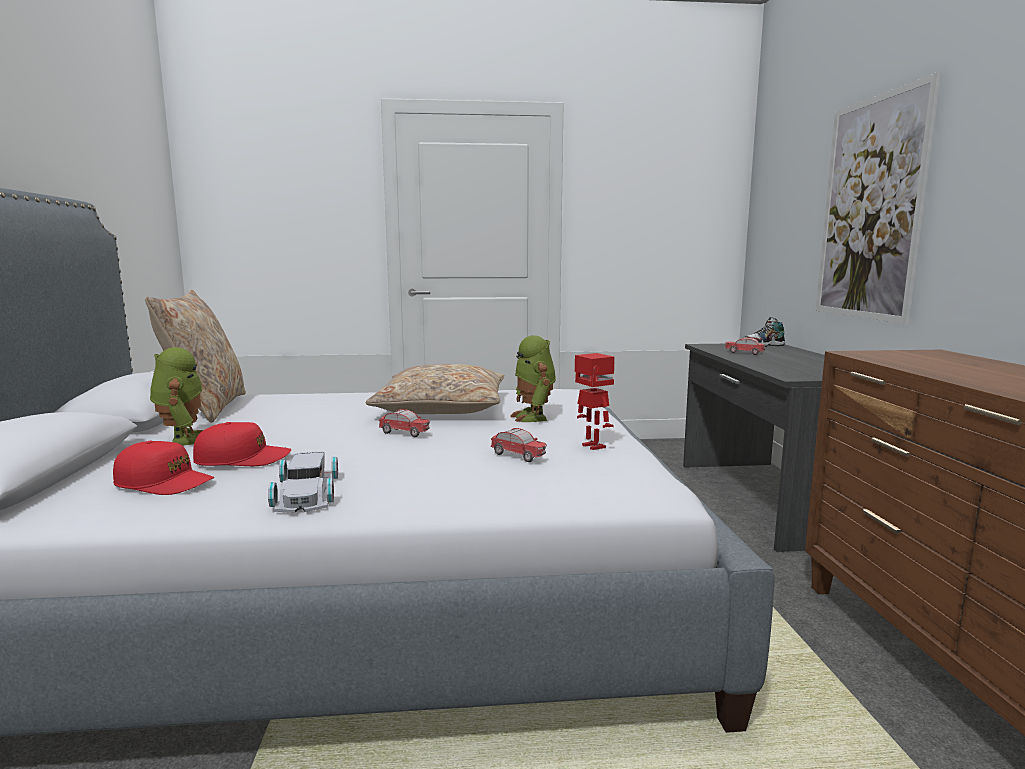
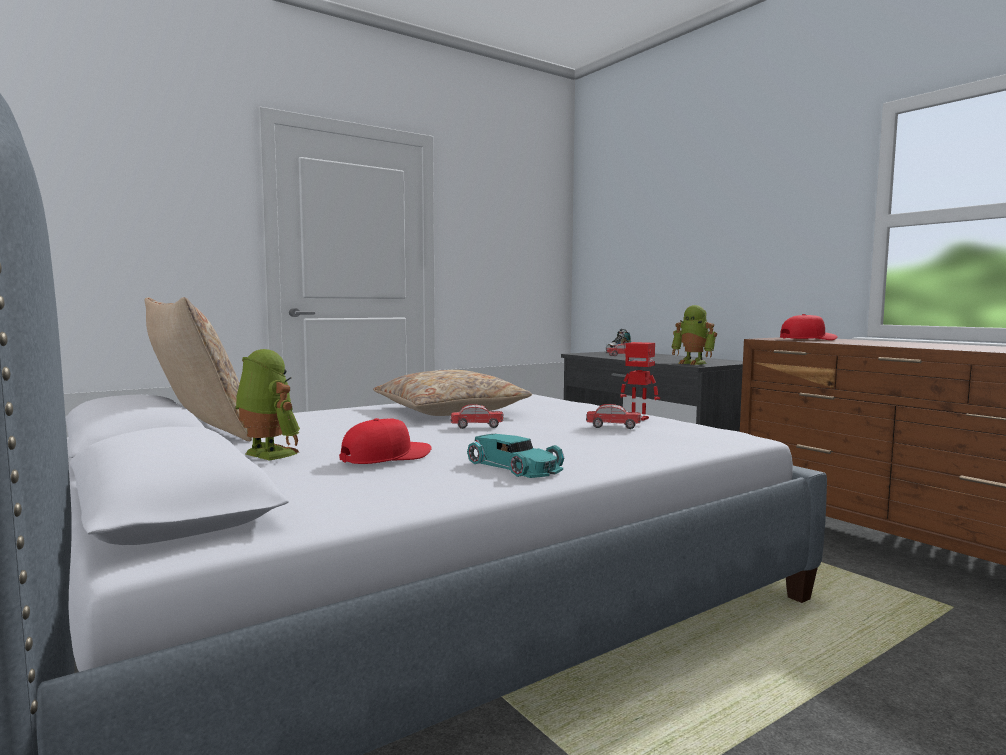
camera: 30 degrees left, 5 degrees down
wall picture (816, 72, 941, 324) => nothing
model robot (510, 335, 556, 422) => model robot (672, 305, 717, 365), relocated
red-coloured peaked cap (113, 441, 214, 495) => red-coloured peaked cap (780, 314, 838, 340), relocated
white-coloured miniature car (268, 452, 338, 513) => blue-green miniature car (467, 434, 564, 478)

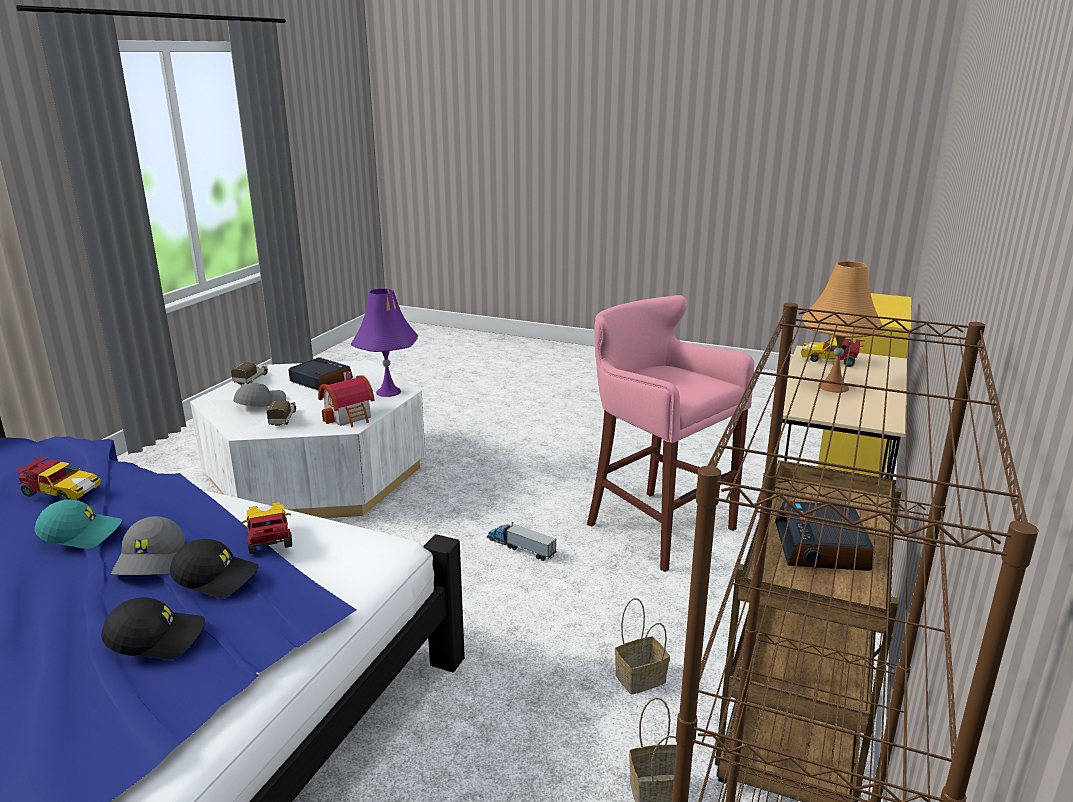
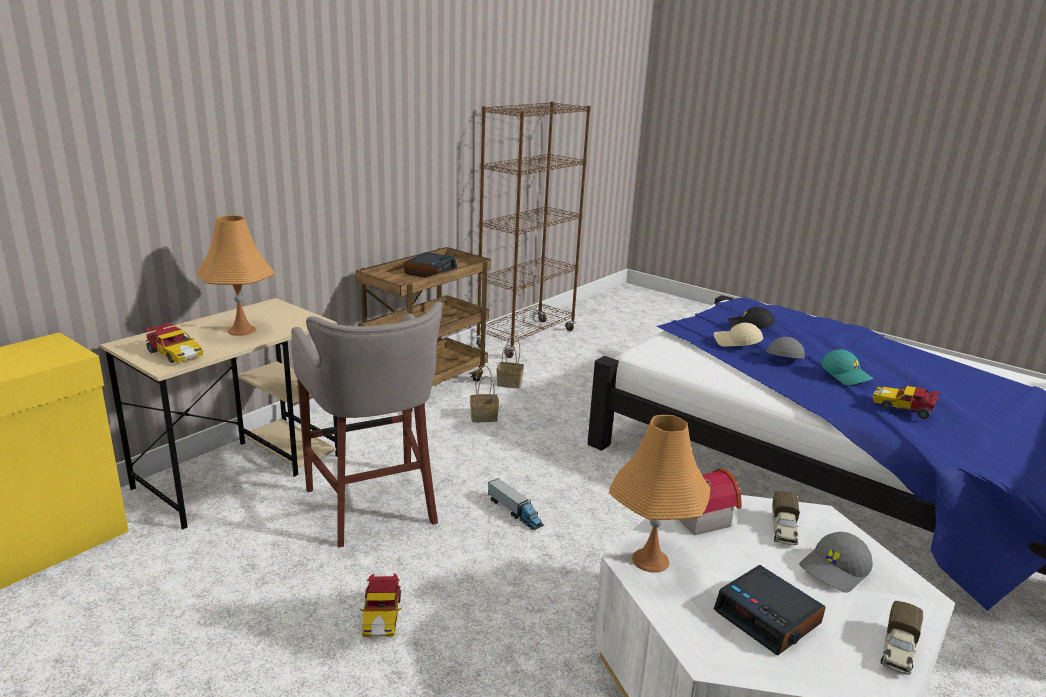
camera: 165 degrees left, 0 degrees up
purple table lamp (350, 288, 418, 397) => orange-coloured table lamp (609, 415, 710, 573)
pink-coloured stool (587, 295, 754, 572) => gray stool (291, 302, 443, 548)
blue-green peaked cap (35, 499, 122, 549) => blue-green peaked cap (821, 350, 873, 385), 135 degrees counterclockwise
miniature car (242, 502, 292, 554) => miniature car (360, 573, 401, 637), relocated
black peaked cap (169, 539, 259, 598) => beige peaked cap (714, 323, 763, 347)

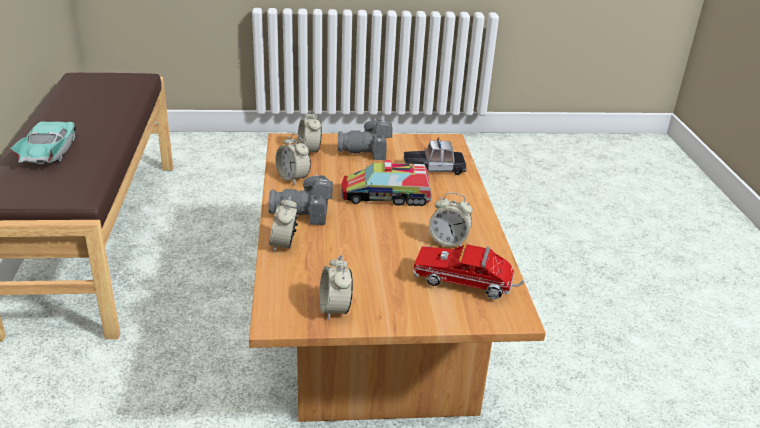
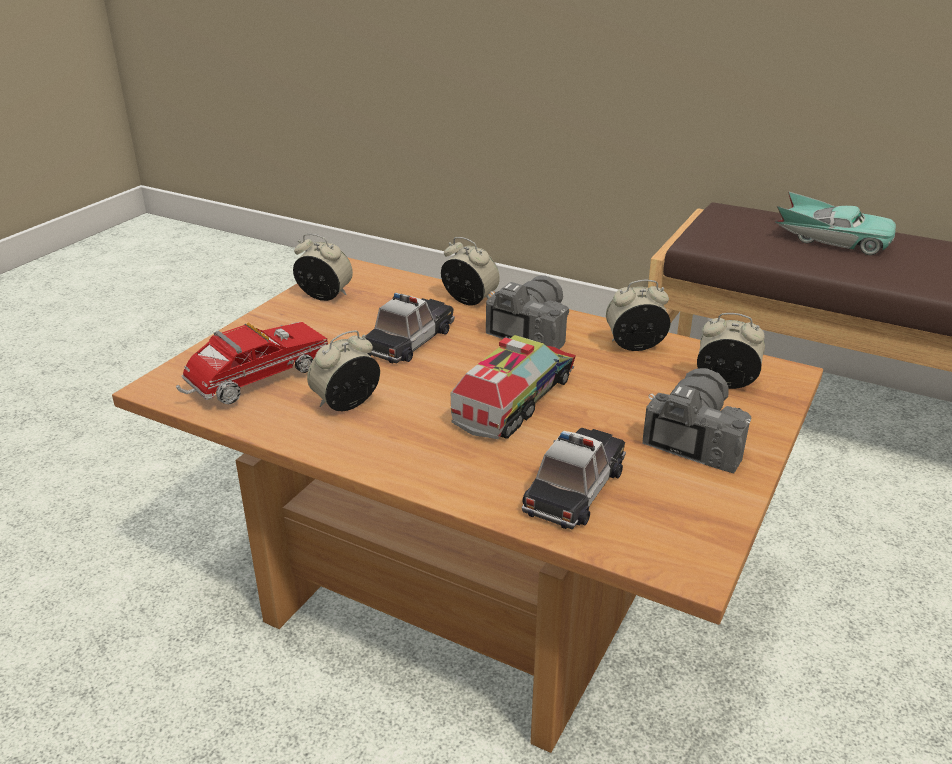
camera: 125 degrees right, 0 degrees up
nothing => miniature car (365, 292, 455, 364)

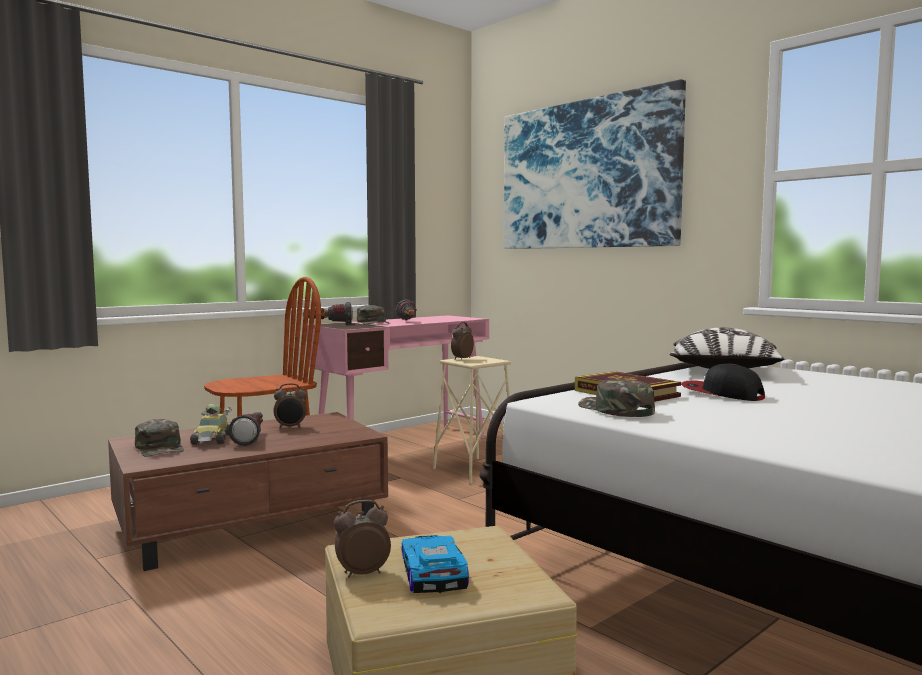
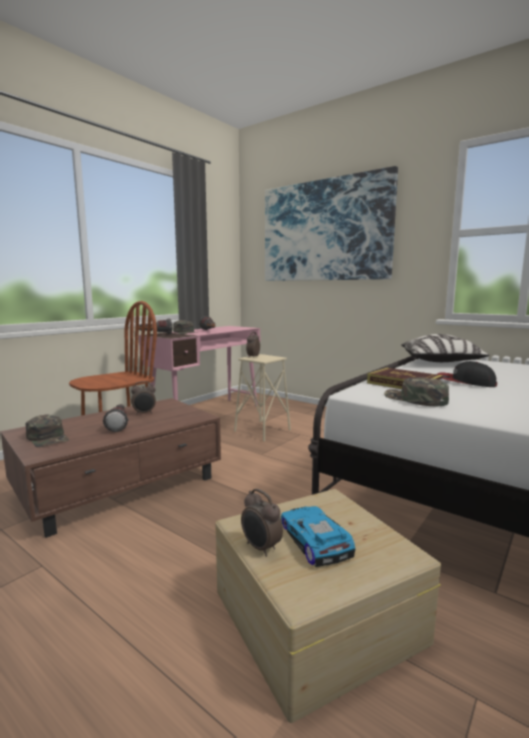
camera: 10 degrees left, 5 degrees up
miniature car (190, 404, 232, 445) => nothing
bedside clock (334, 500, 391, 578) => bedside clock (241, 489, 283, 557), 105 degrees counterclockwise

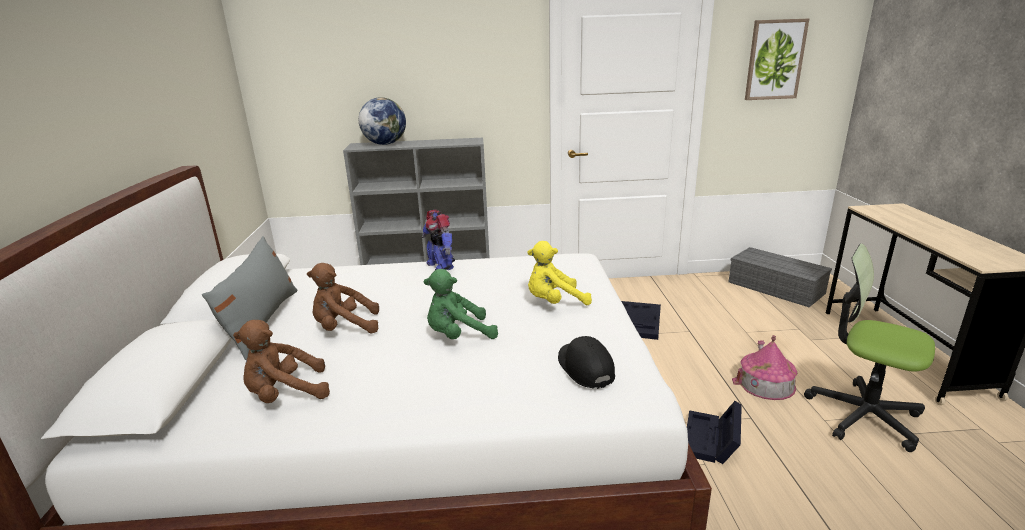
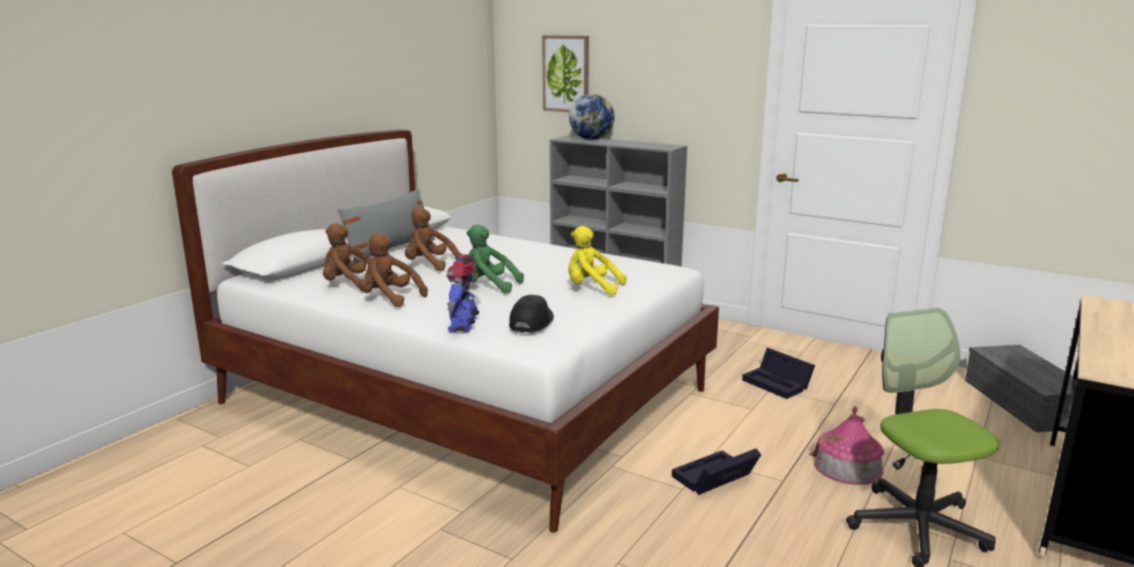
camera: 35 degrees right, 5 degrees down
wall picture (745, 19, 809, 100) => wall picture (542, 35, 589, 112), relocated
model robot (422, 210, 455, 270) => model robot (446, 254, 479, 333), relocated
nothing => brown-coloured plush toy (359, 233, 428, 307)

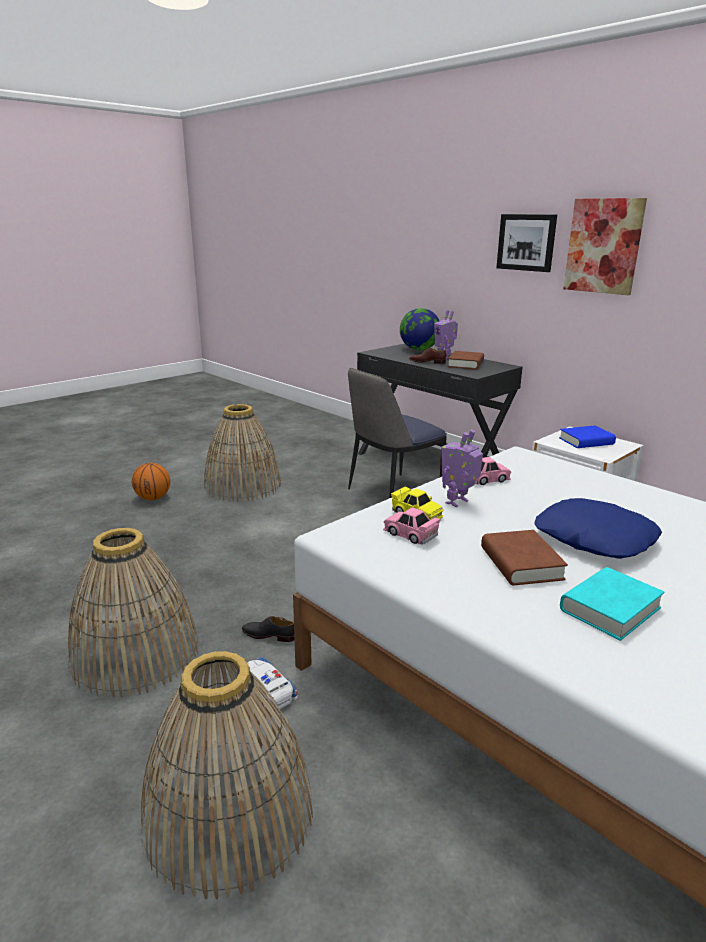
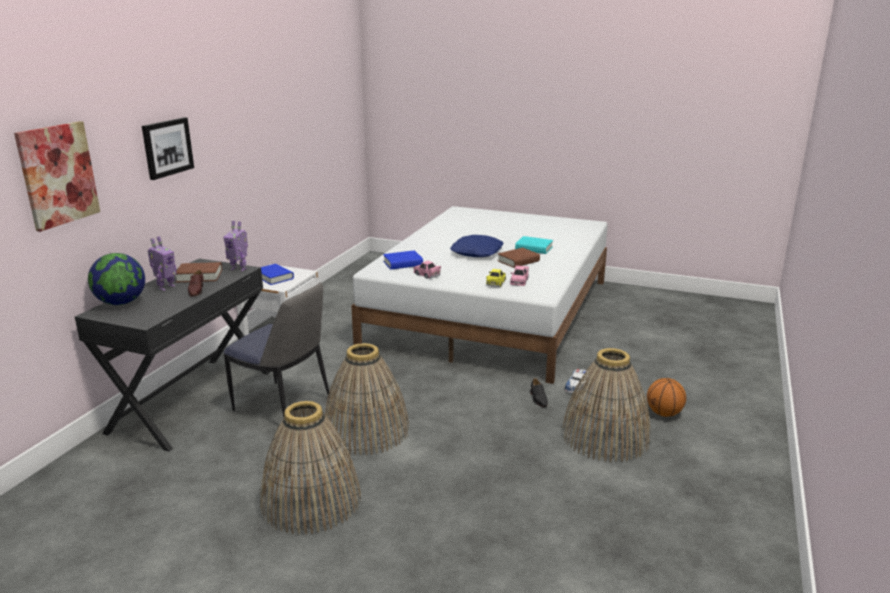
camera: 115 degrees left, 0 degrees up
wall picture (563, 198, 647, 295) => wall picture (14, 121, 100, 232), relocated
model robot (441, 430, 483, 507) => model robot (223, 221, 248, 271), relocated
ball for basketball (131, 463, 171, 500) => ball for basketball (647, 378, 686, 417), relocated
household basket (141, 651, 313, 899) => household basket (325, 343, 409, 455), relocated
nothing => blue-coloured book (383, 250, 423, 270)

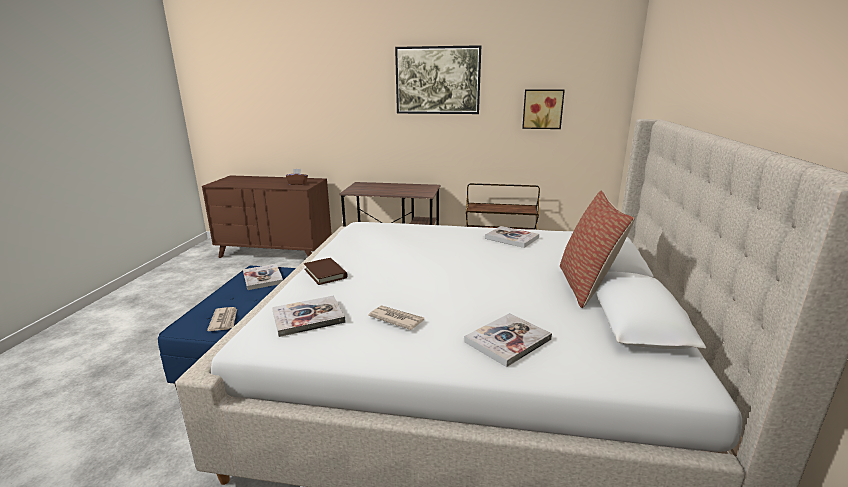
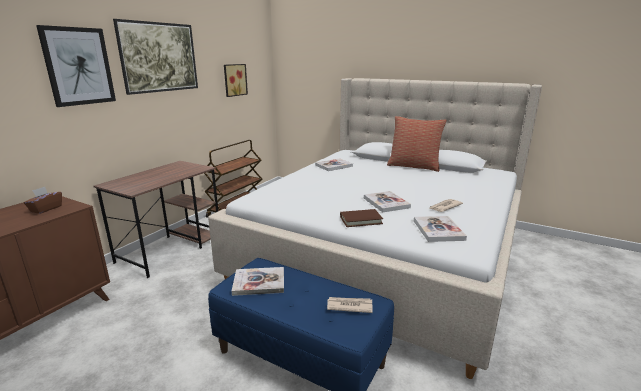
camera: 70 degrees left, 0 degrees up
book (464, 313, 552, 367) => book (364, 191, 411, 213), relocated
nothing => wall picture (36, 25, 116, 107)

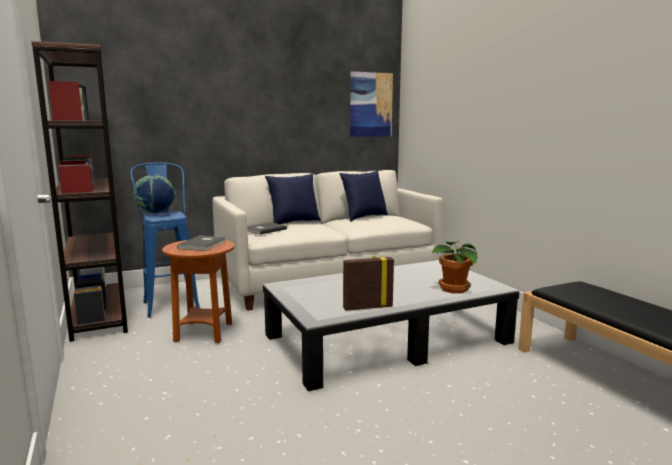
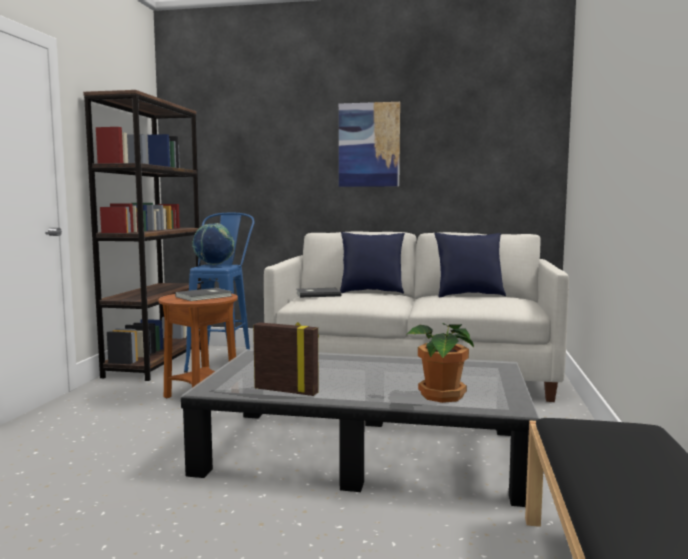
camera: 35 degrees right, 5 degrees down
wall picture (350, 71, 393, 137) => wall picture (339, 102, 400, 187), relocated

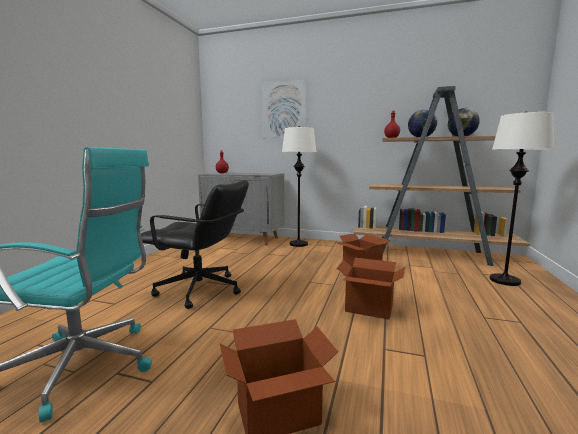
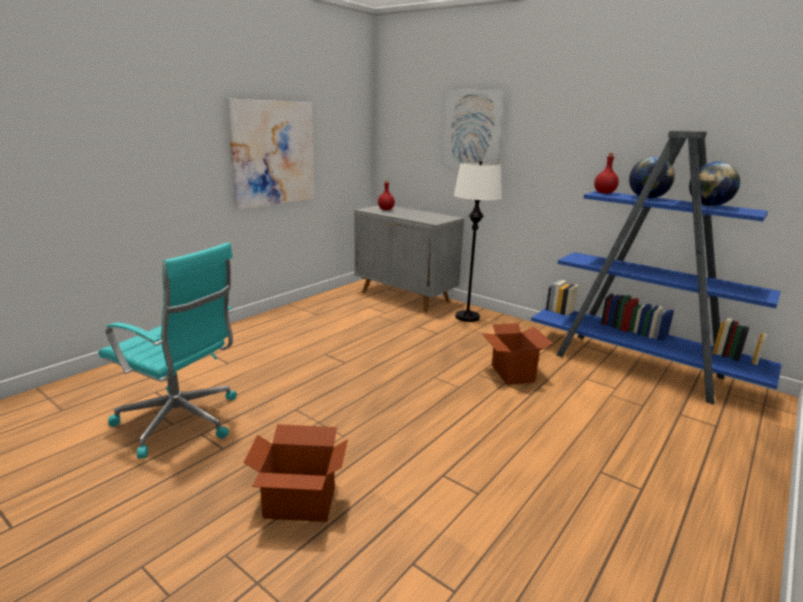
camera: 20 degrees right, 10 degrees up
brown-coloured shelving unit (354, 86, 530, 266) => blue-coloured shelving unit (531, 131, 781, 405)
white-coloured standard lamp (490, 111, 554, 286) => nothing
black desk chair (141, 180, 249, 309) => nothing
packing box (337, 258, 405, 320) => nothing
nothing => wall picture (227, 99, 314, 210)

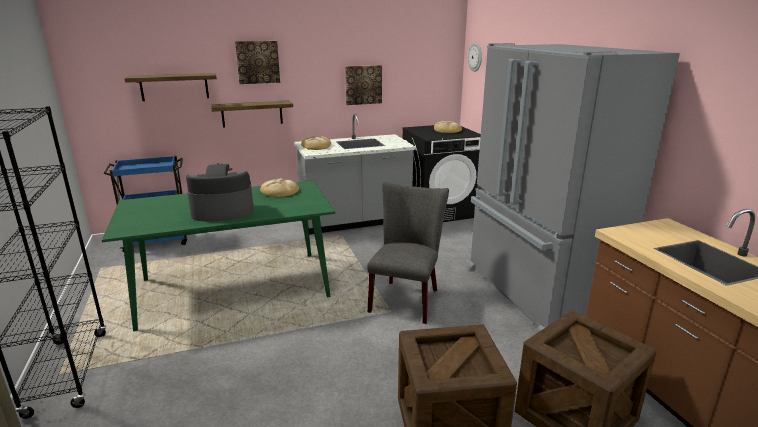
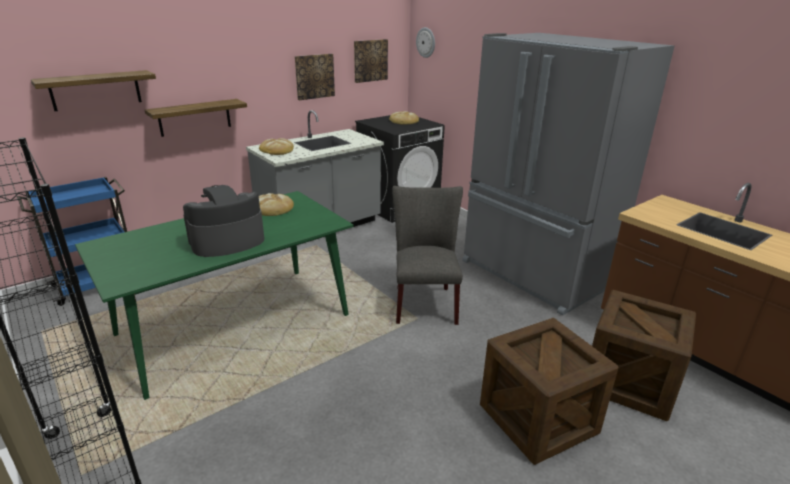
camera: 20 degrees left, 5 degrees up
wall picture (235, 41, 280, 84) => wall picture (354, 39, 388, 83), relocated

